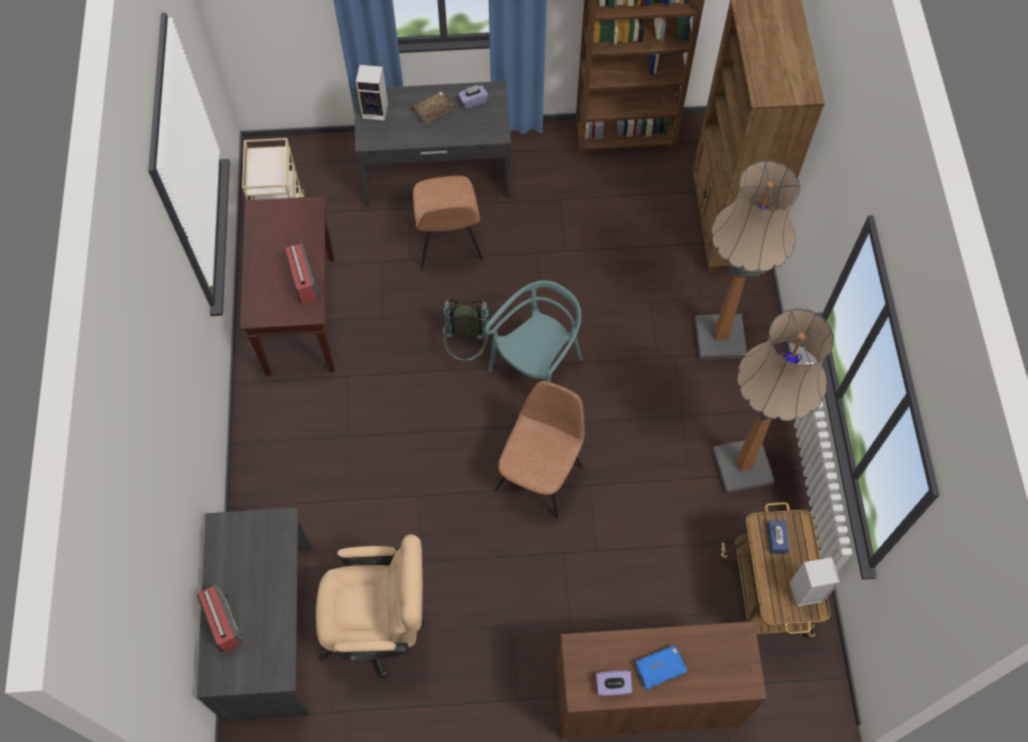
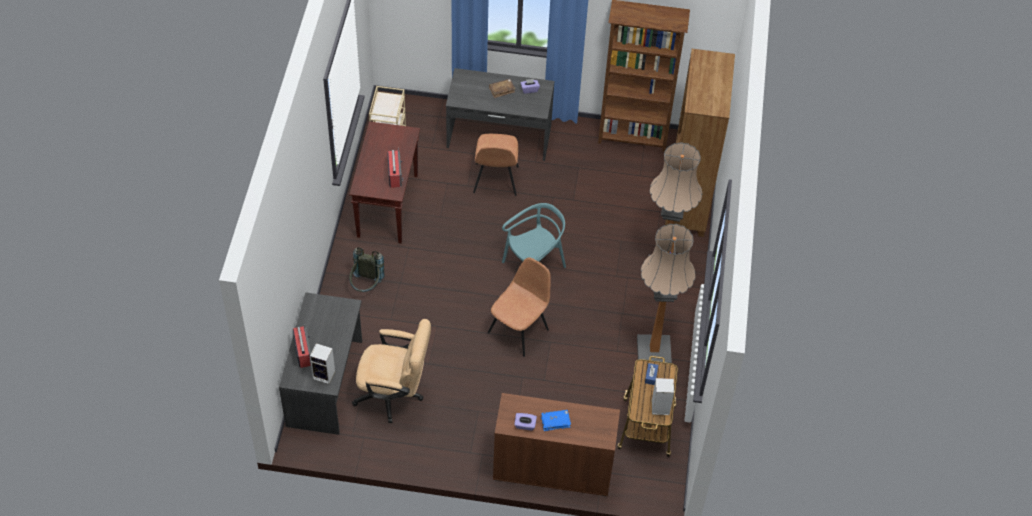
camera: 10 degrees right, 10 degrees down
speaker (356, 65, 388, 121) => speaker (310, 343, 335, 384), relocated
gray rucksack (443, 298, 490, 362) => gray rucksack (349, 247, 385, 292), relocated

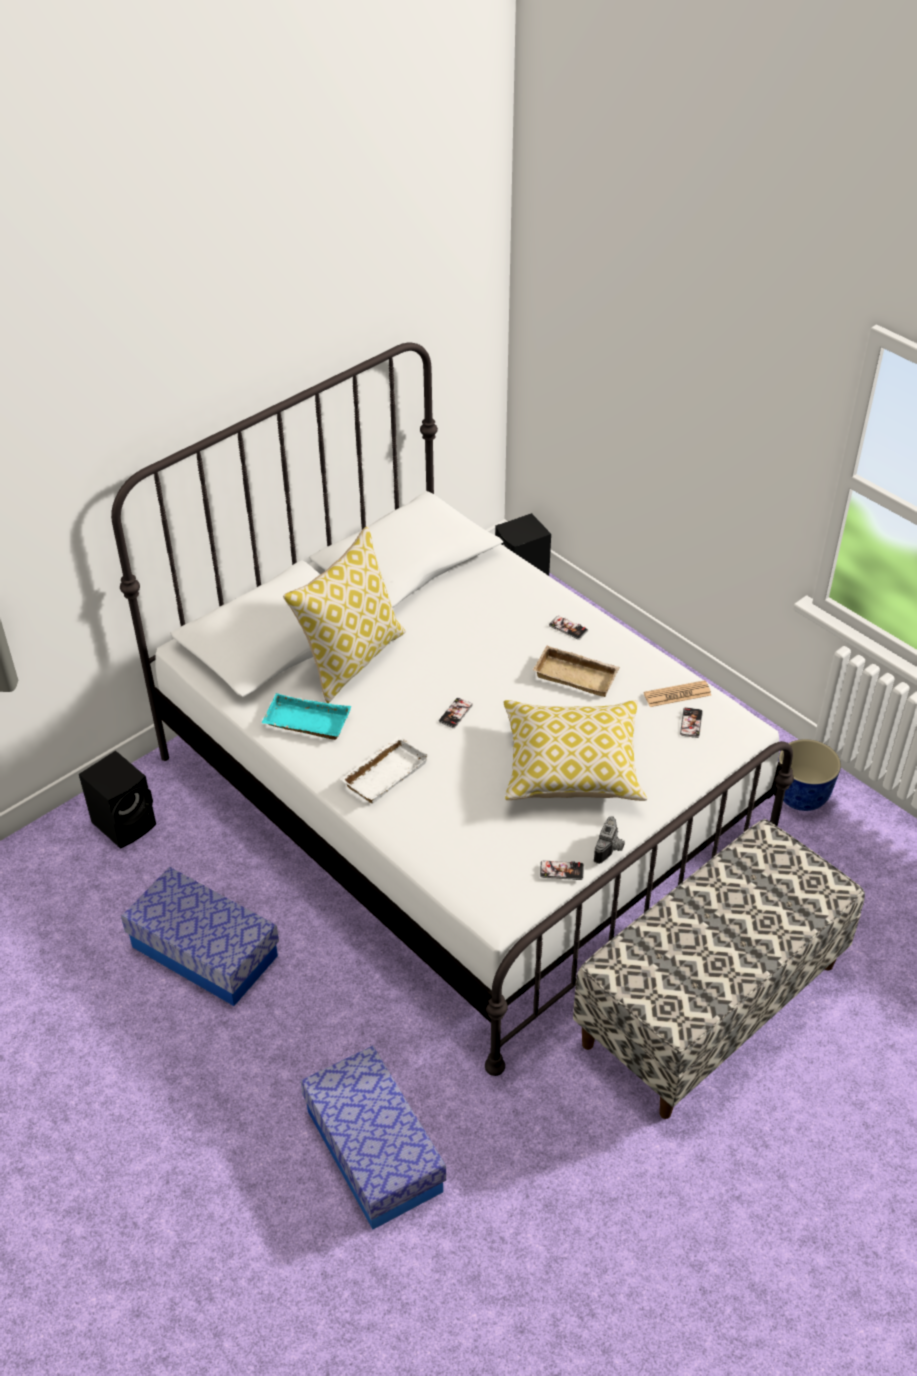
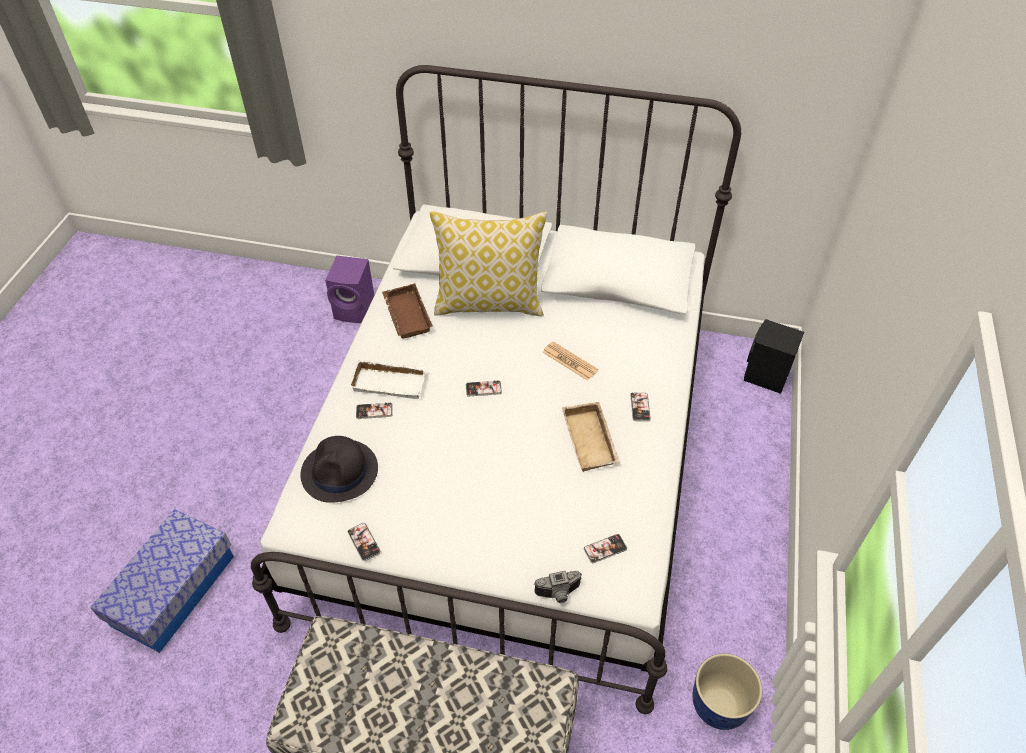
camera: 55 degrees right, 5 degrees up
daily paper (644, 680, 711, 707) => daily paper (542, 341, 598, 381), relocated
blue-green carrying tray (261, 693, 351, 740) => brown-coloured carrying tray (382, 284, 433, 338)
cushion (503, 700, 647, 801) => nothing
black speaker (79, 751, 156, 849) => purple speaker (325, 255, 374, 323)
still camera (594, 817, 625, 864) => still camera (534, 571, 582, 603), relocated
storage container (121, 867, 279, 1006) => nothing
nothing => telephone (356, 402, 393, 419)
nothing => black hat (300, 436, 378, 503)

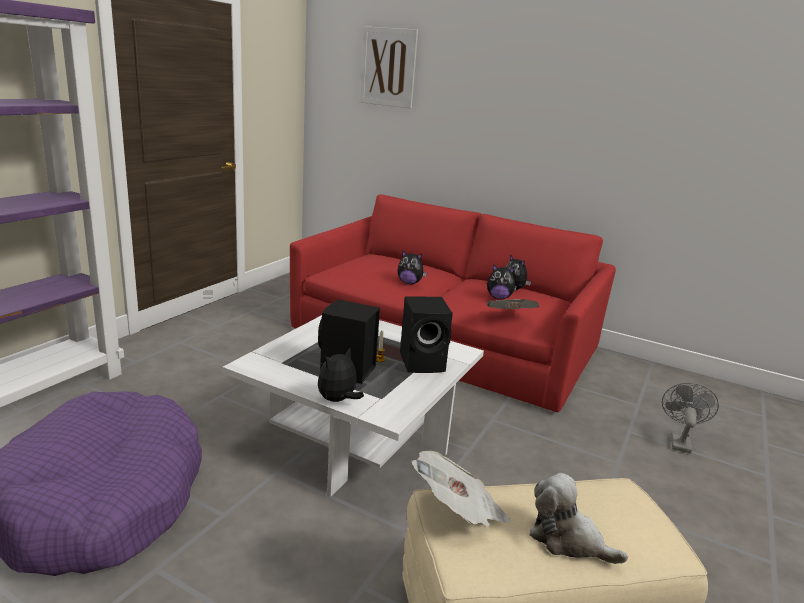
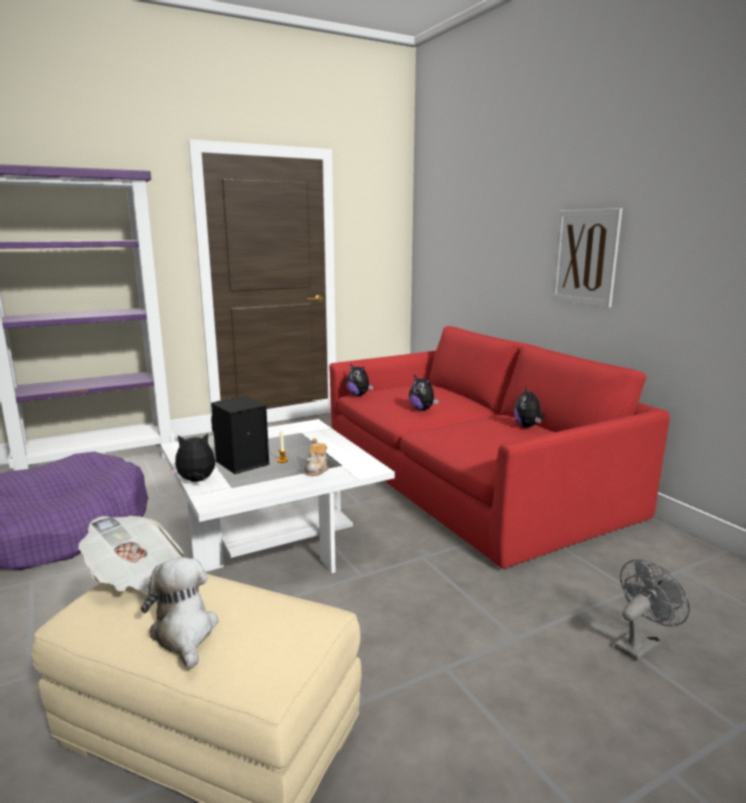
camera: 35 degrees right, 5 degrees down
wall picture (360, 26, 418, 109) => wall picture (551, 208, 622, 308), relocated
plush toy (487, 264, 517, 299) => plush toy (346, 363, 373, 396), relocated
black speaker (400, 296, 453, 373) => tea pot (305, 438, 328, 476)
daily paper (486, 299, 539, 310) => nothing

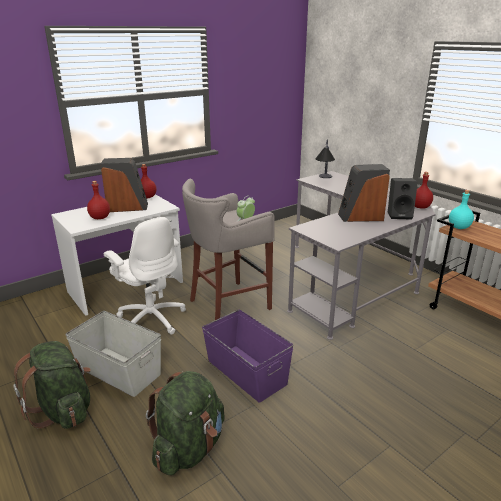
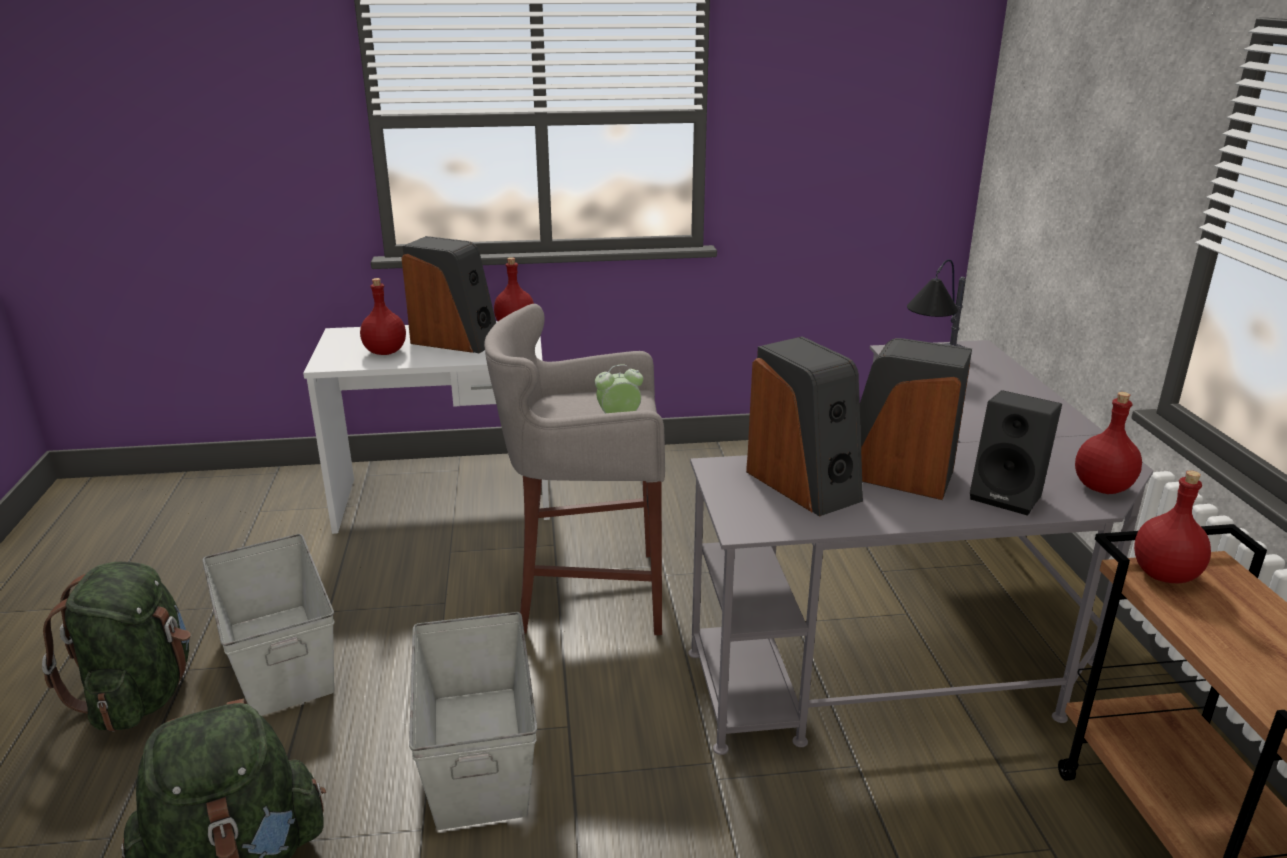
camera: 30 degrees right, 0 degrees up
blue-green bottle (449, 190, 474, 229) => red-coloured bottle (1134, 470, 1211, 583)
white-coloured desk chair (104, 217, 186, 335) => nothing
purple storage container (202, 310, 294, 403) => gray storage container (409, 612, 537, 830)
nothing => speaker (746, 336, 863, 517)

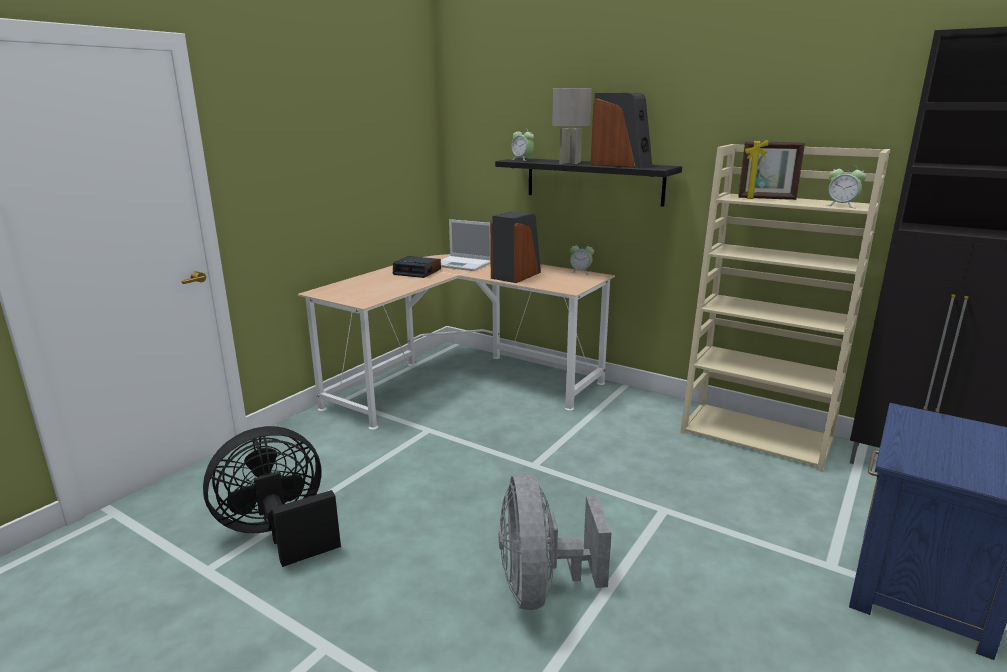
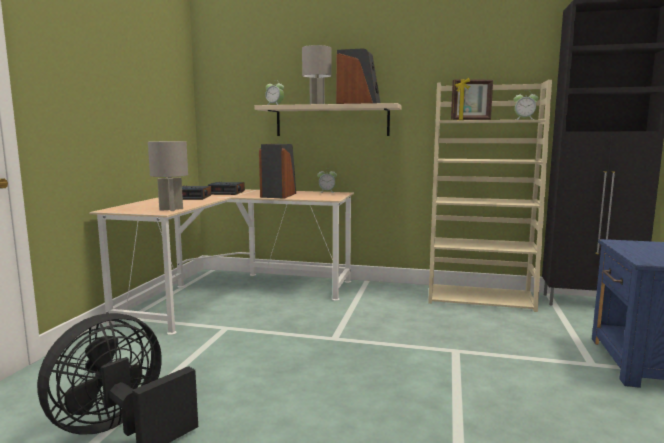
camera: 20 degrees left, 10 degrees down
black bracket shelf (495, 158, 682, 207) => beige bracket shelf (254, 103, 401, 136)
portable computer (441, 219, 491, 271) => bedside clock (208, 182, 245, 195)
gray electric fan (499, 473, 612, 610) => nothing
nothing => gray table lamp (148, 141, 188, 211)

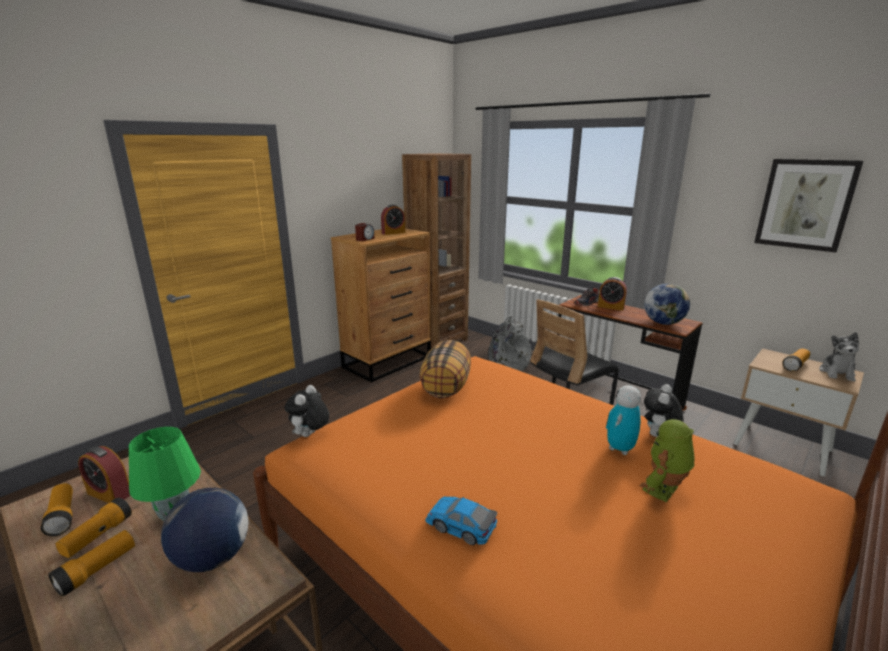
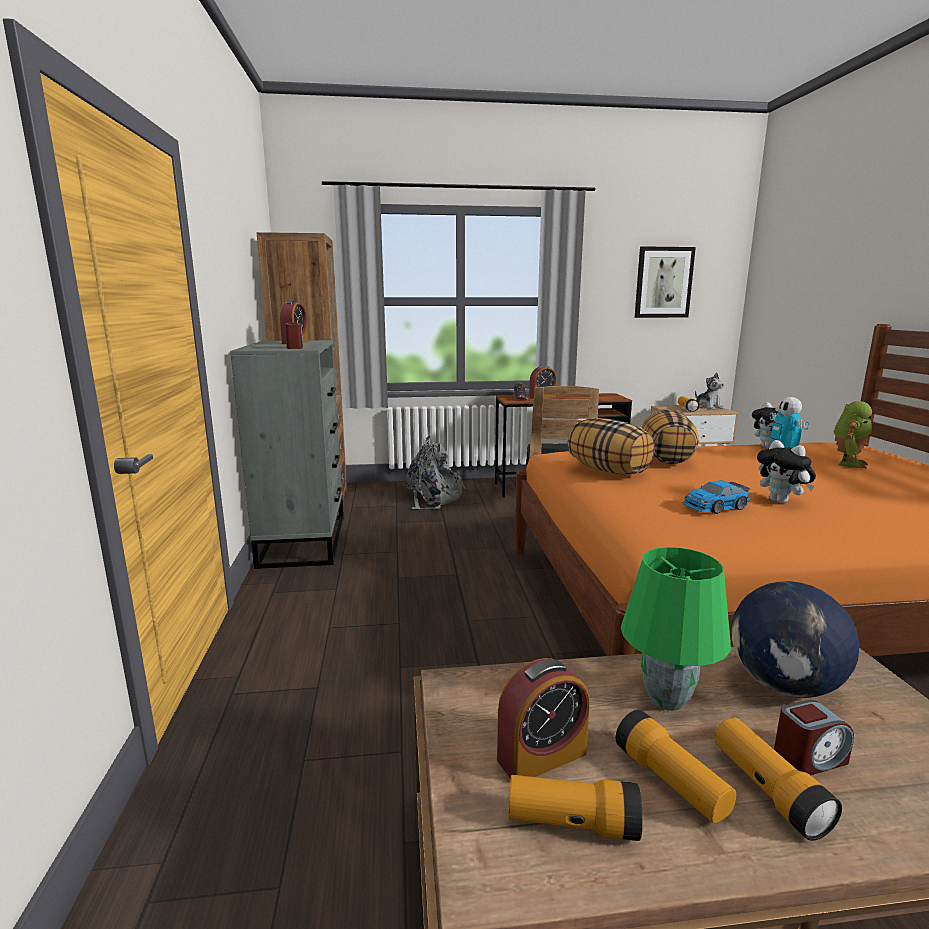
camera: 50 degrees left, 5 degrees down
brown-coloured dresser (331, 228, 431, 383) => gray dresser (230, 340, 344, 569)
desk globe (644, 284, 690, 325) => nothing
plush toy (284, 385, 329, 437) => plush toy (757, 440, 816, 503), relocated
model robot (639, 419, 695, 502) => model robot (834, 401, 872, 468), 135 degrees counterclockwise
miniature car (425, 497, 497, 545) => miniature car (682, 480, 750, 514), relocated
nothing => cushion (642, 409, 699, 464)
nothing => bedside clock (774, 700, 854, 775)

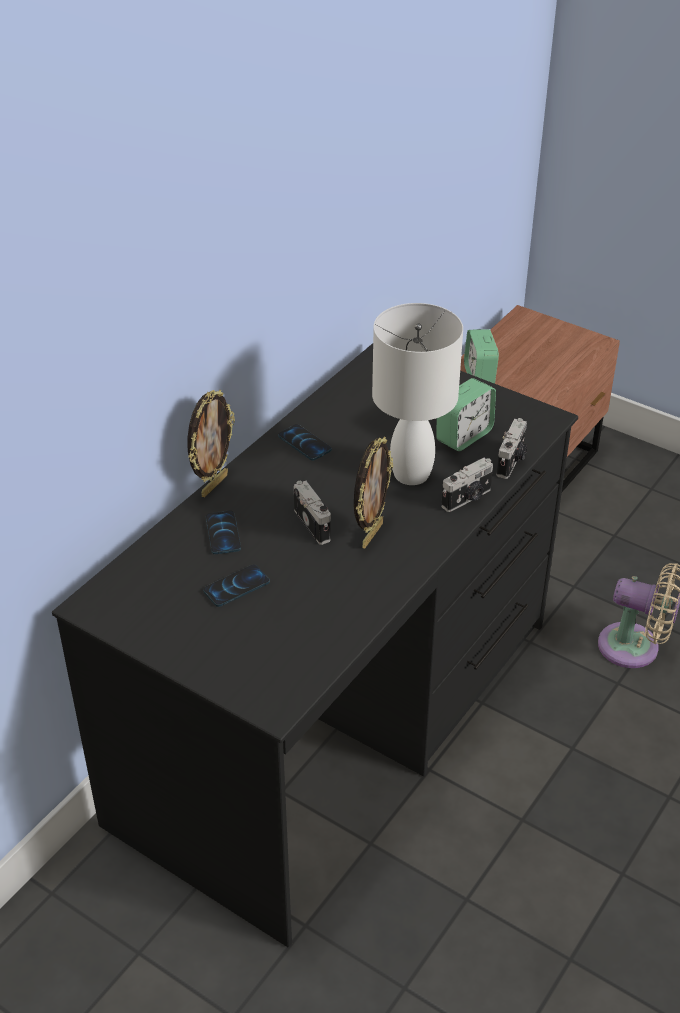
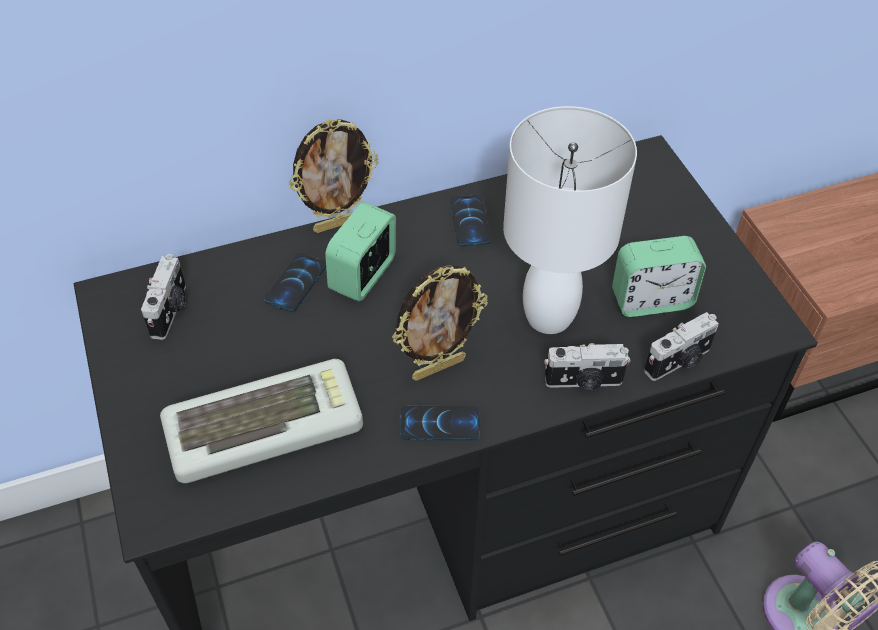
camera: 35 degrees right, 10 degrees up
bedside clock (464, 329, 499, 384) => bedside clock (325, 202, 396, 301), relocated
still camera (294, 481, 331, 545) => still camera (141, 254, 186, 340), relocated
telephone (203, 565, 270, 607) => telephone (400, 406, 480, 441), relocated
nothing => computer keyboard (160, 359, 363, 483)

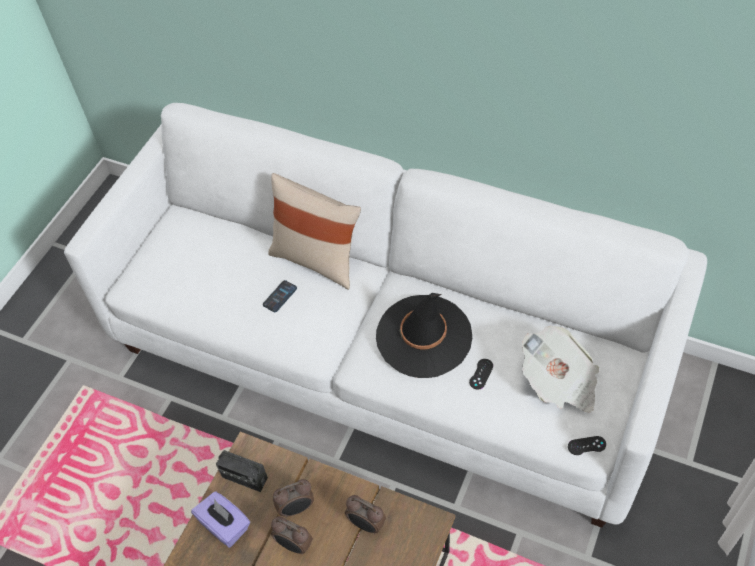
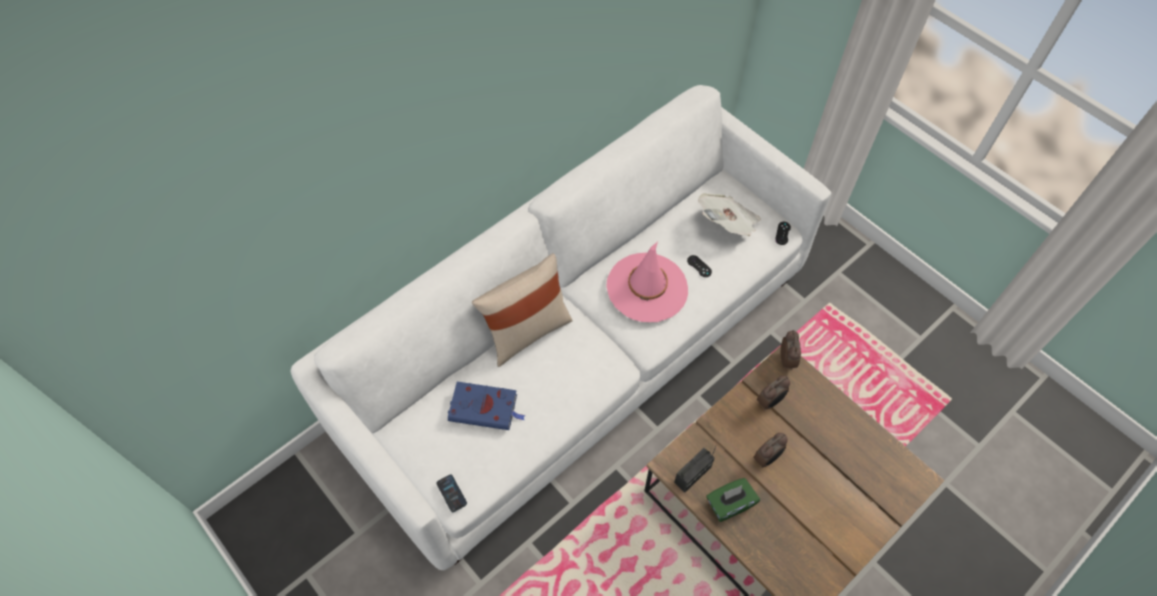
camera: 70 degrees left, 5 degrees up
telephone (263, 280, 297, 312) => telephone (437, 474, 467, 512), relocated
black hat (376, 293, 472, 378) => pink-coloured hat (607, 242, 688, 322)
bedside clock (273, 479, 314, 518) => bedside clock (781, 330, 801, 369), relocated
purple tissue holder (191, 491, 250, 548) => green tissue holder (706, 478, 760, 522)
nothing => blue-coloured book (448, 382, 526, 430)

